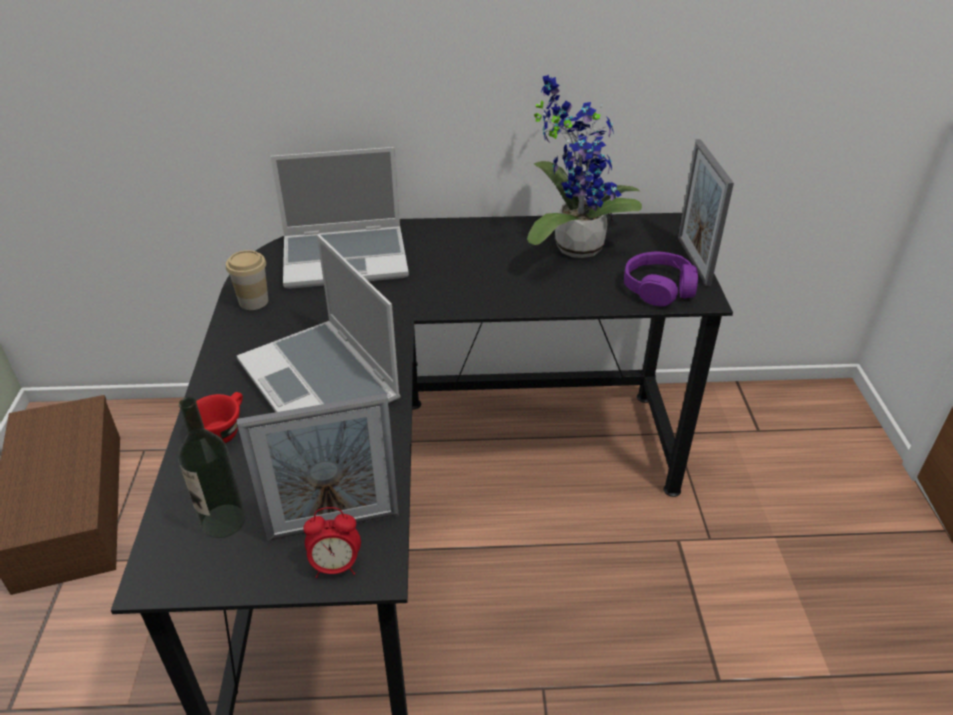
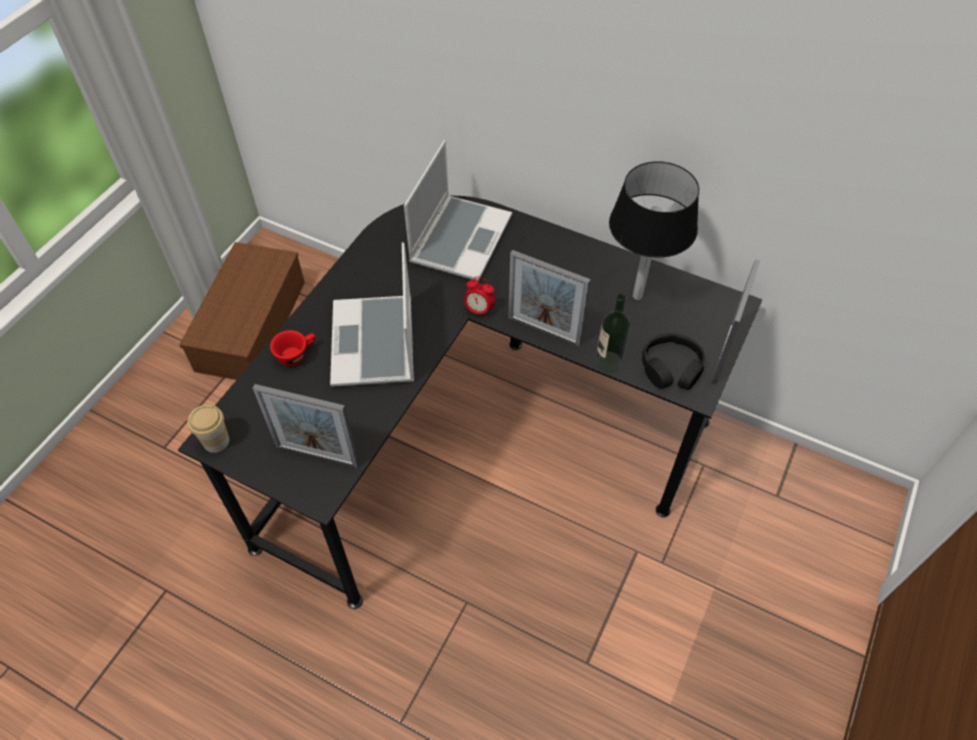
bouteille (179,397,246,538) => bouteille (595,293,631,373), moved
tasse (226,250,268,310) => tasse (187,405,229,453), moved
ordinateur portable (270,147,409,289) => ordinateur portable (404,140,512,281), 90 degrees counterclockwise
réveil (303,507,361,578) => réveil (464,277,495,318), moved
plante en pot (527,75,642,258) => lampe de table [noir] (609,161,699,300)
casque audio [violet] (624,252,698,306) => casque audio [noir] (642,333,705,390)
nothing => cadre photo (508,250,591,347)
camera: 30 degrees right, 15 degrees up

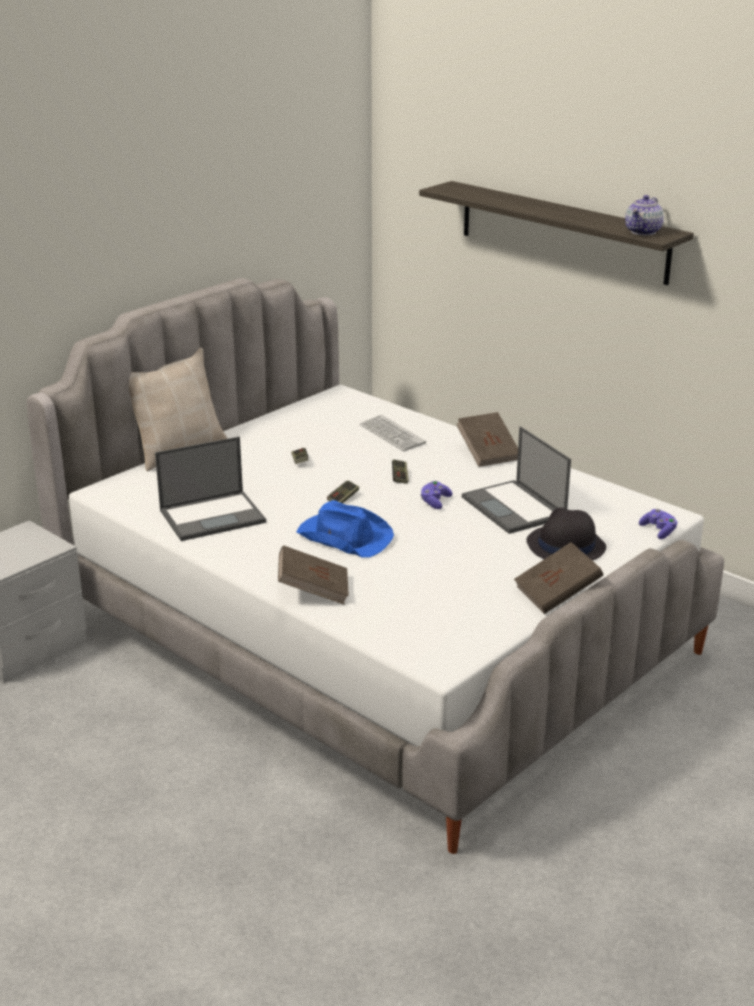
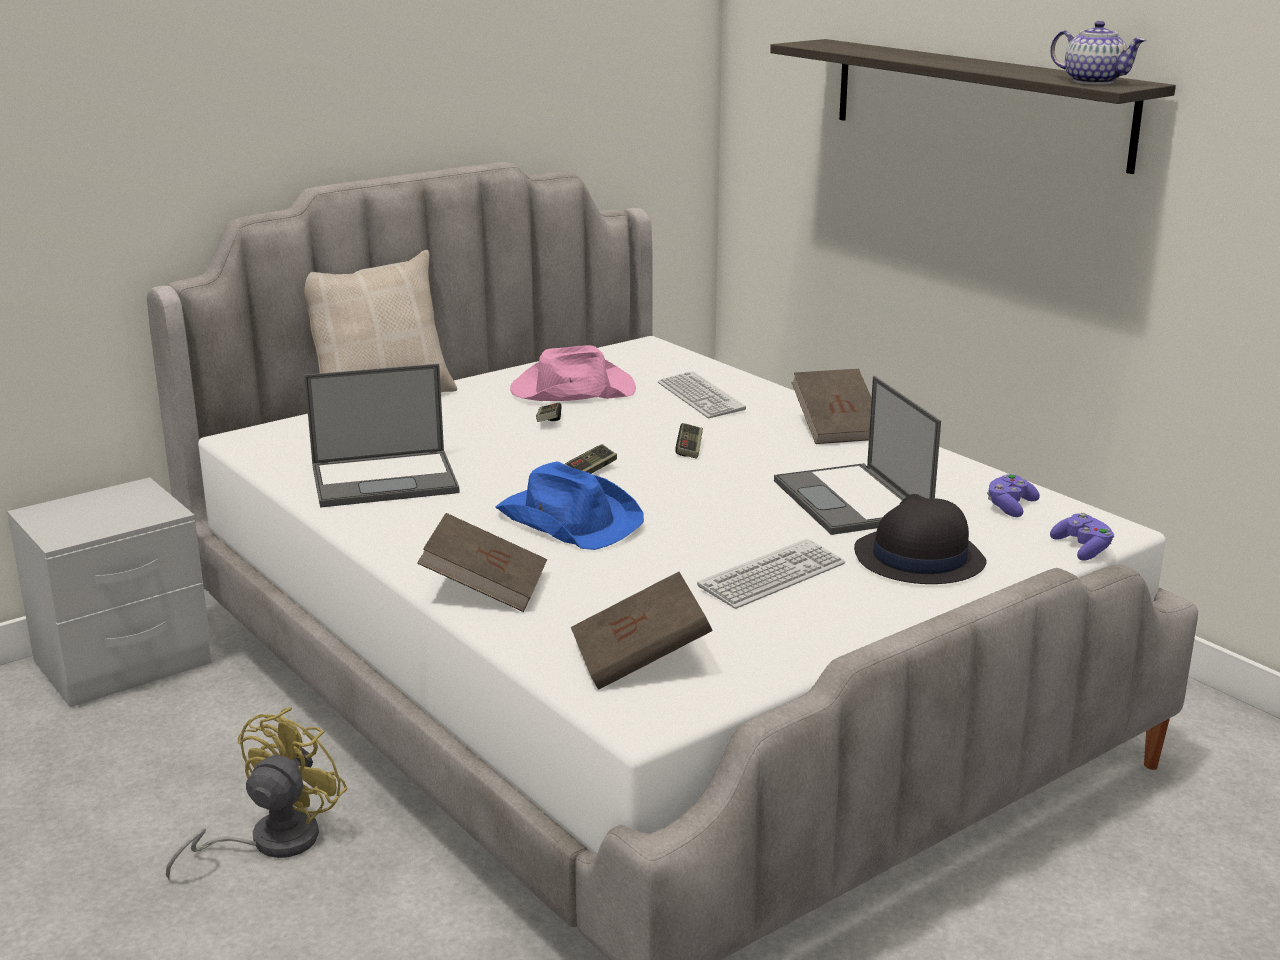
manette [violet] (420,481,452,509) => manette [violet] (987,474,1040,517), moved
livre [marron] (514,542,603,614) => livre [marron] (571,572,713,690), moved
théière (625,195,664,235) => théière (1050,21,1146,85), 90 degrees counterclockwise
nothing => ventilateur [jaune] (166,707,348,879)
nothing => chapeau [rose] (510,345,636,401)
nothing => clavier (697,539,845,609)
camera: 10 degrees right, 5 degrees down

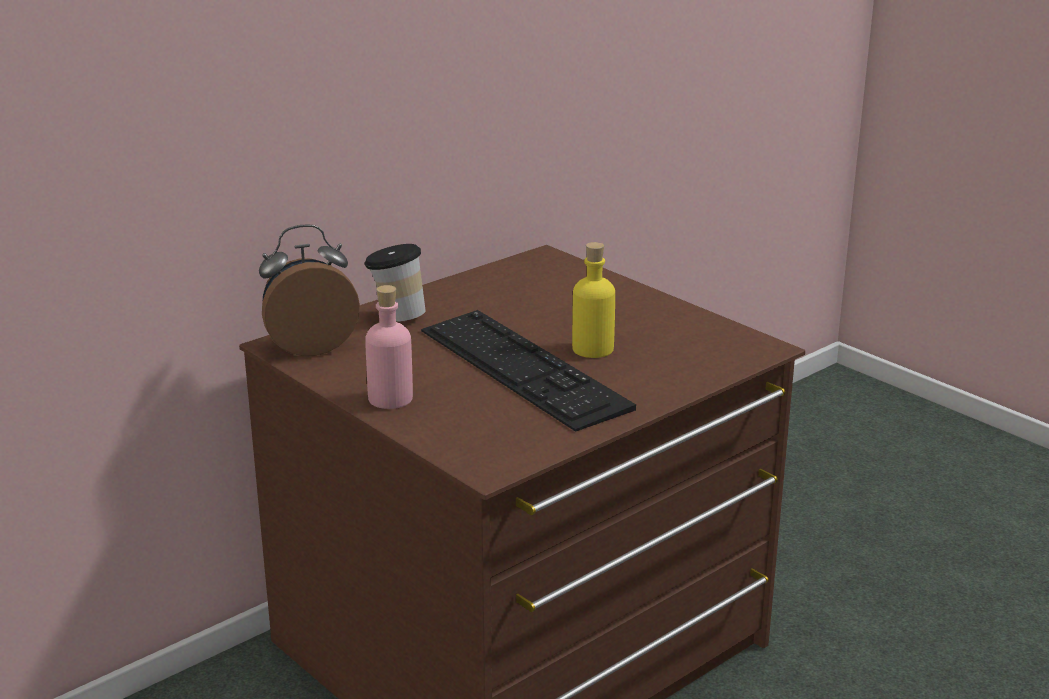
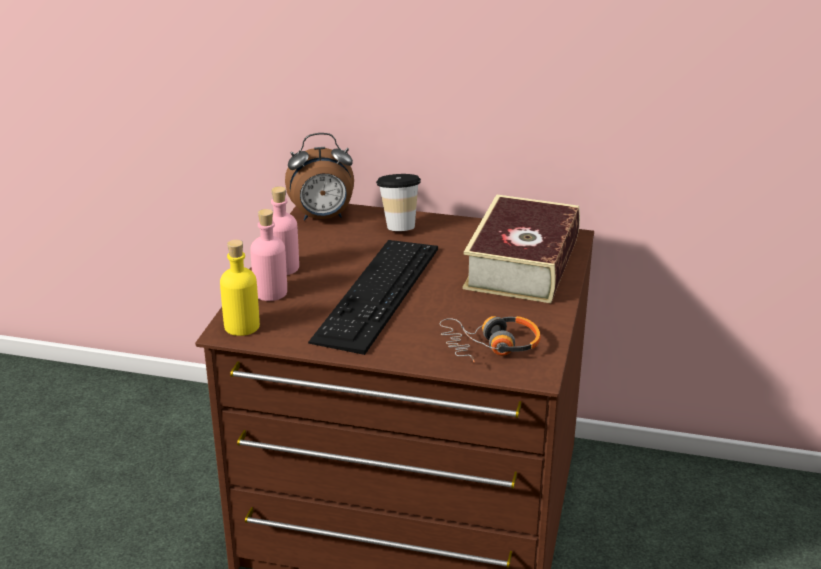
réveil (259,225,360,356) => réveil (285,133,354,221), 135 degrees clockwise
bouteille [jaune] (572,242,615,358) => bouteille [jaune] (220,240,260,336), moved
nothing => bouteille [rose] (250,209,287,301)
nothing => casque audio (440,316,541,363)
nothing => livre (463,194,580,303)
camera: 55 degrees right, 5 degrees up

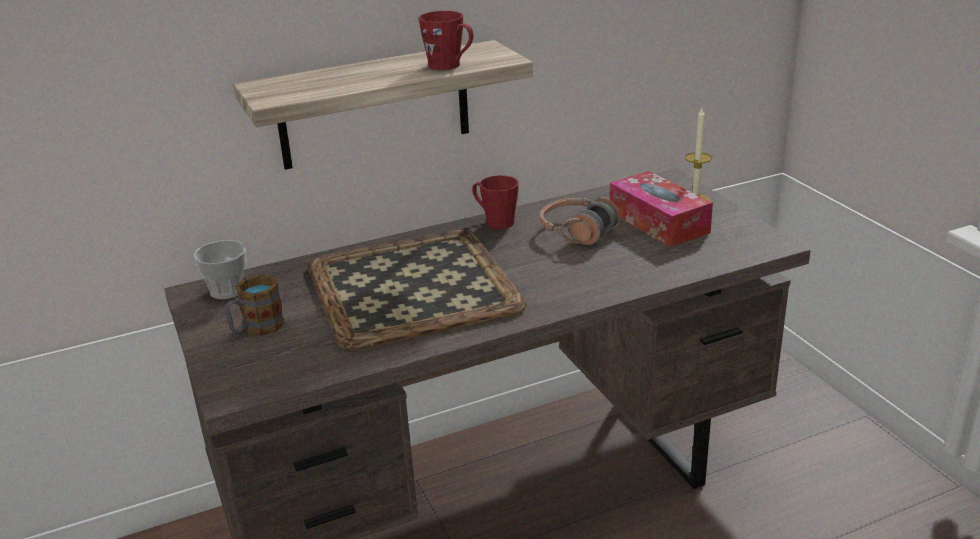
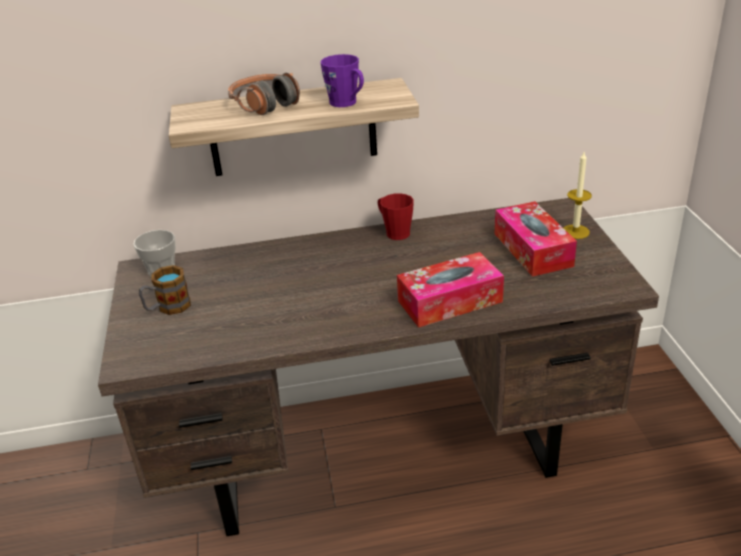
plateau (308,229,527,350) => nothing
mug [rouge] (419,11,473,70) => mug [violet] (321,54,364,107)
casque audio (540,197,620,245) => casque audio (228,73,300,115), moved
nothing => boîte à mouchoirs (397,252,504,328)
camera: 15 degrees right, 5 degrees up

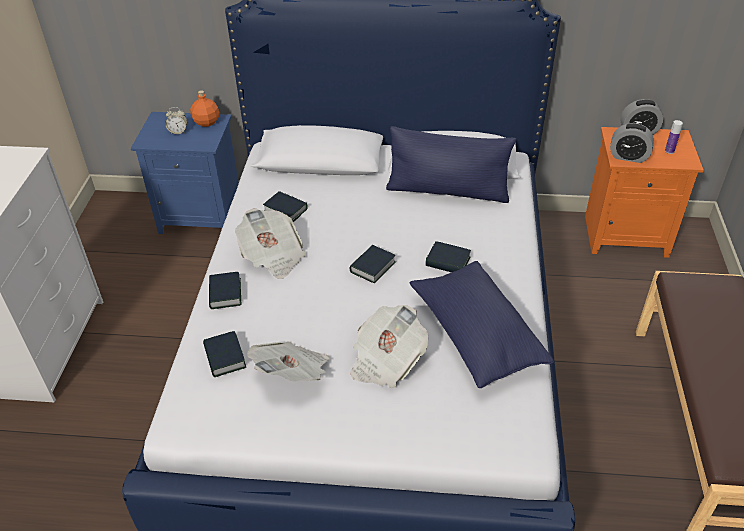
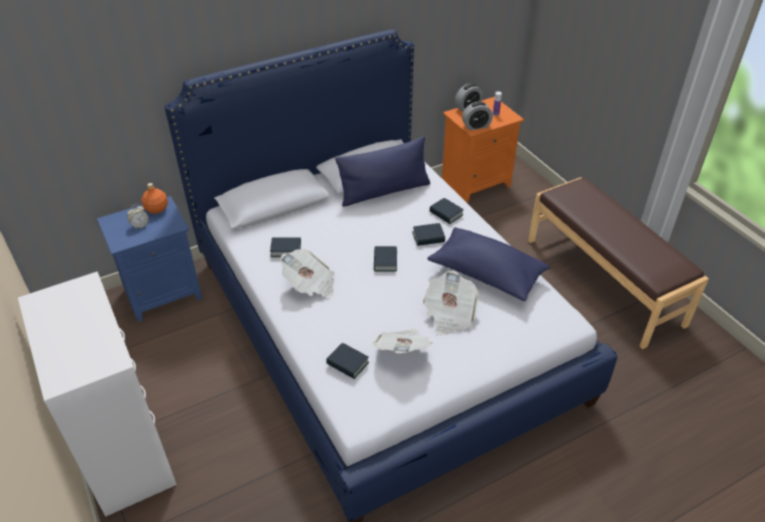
livre (209,272,241,309) => livre (429,198,464,224), moved
camera: 35 degrees left, 0 degrees up

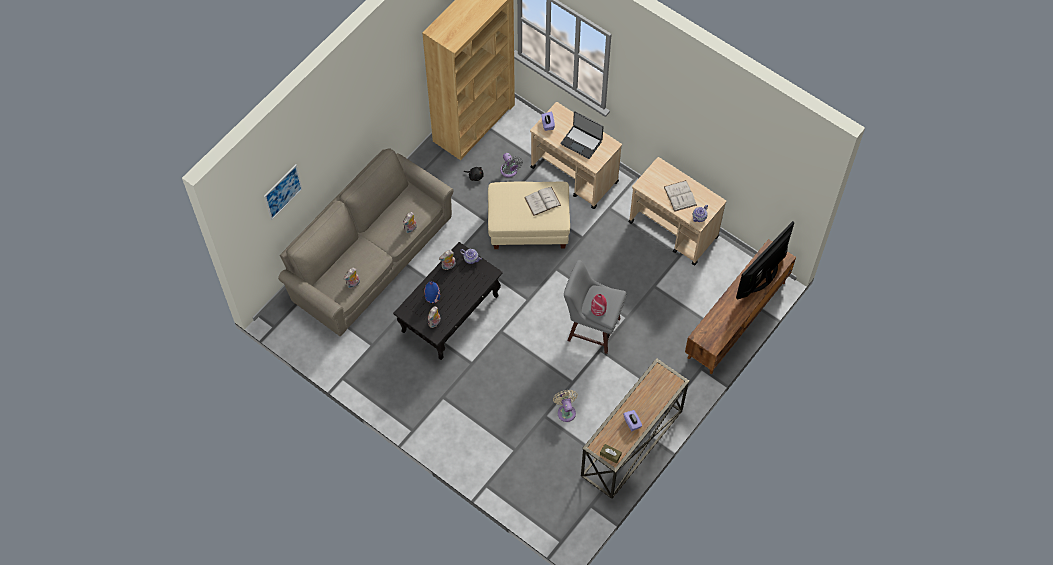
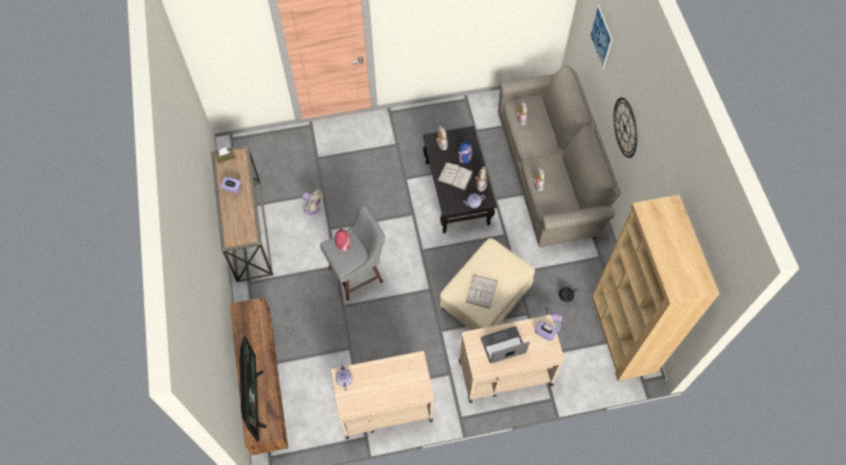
livre [blanc] (664,180,697,212) => livre [blanc] (437,163,473,190), moved
nothing => horloge murale (614,98,637,158)
camera: 130 degrees right, 0 degrees up

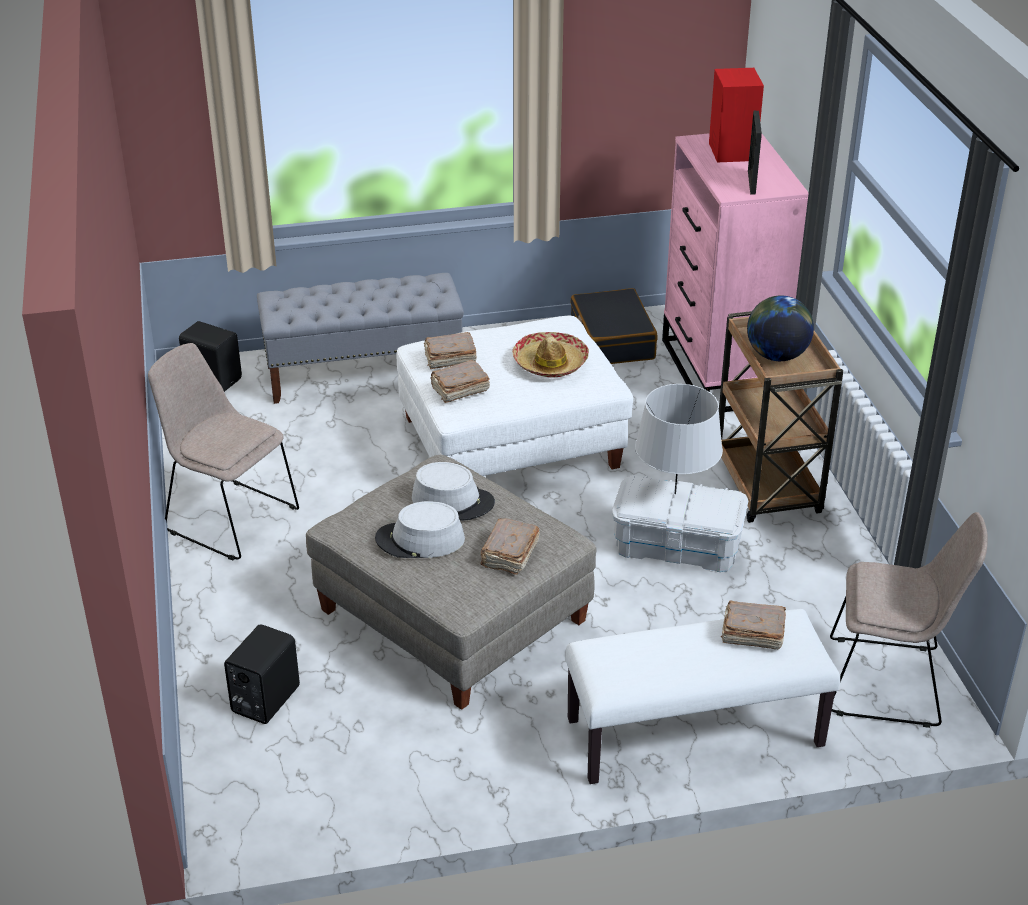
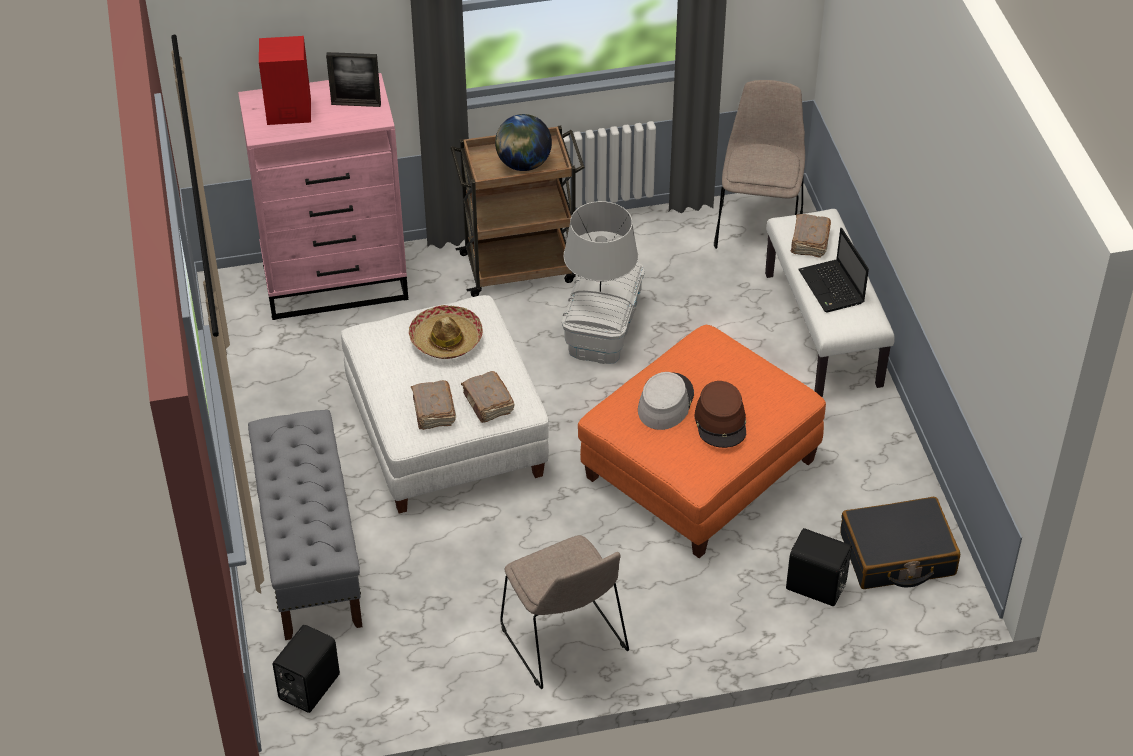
chaise [beige] (148,343,299,560) => chaise [beige] (500,535,629,689), 60 degrees counterclockwise
pouf [gris] (306,454,597,710) => pouf [orange] (578,325,826,558)
chapeau [gris] (375,501,465,558) => chapeau [marron] (694,381,746,448)
livre [marron] (480,518,540,575) => nothing
valise [noir] (570,288,658,364) => valise [noir] (840,497,960,589), moved
nothing => ordinateur portable (798,228,869,312)
camera: 90 degrees left, 10 degrees up

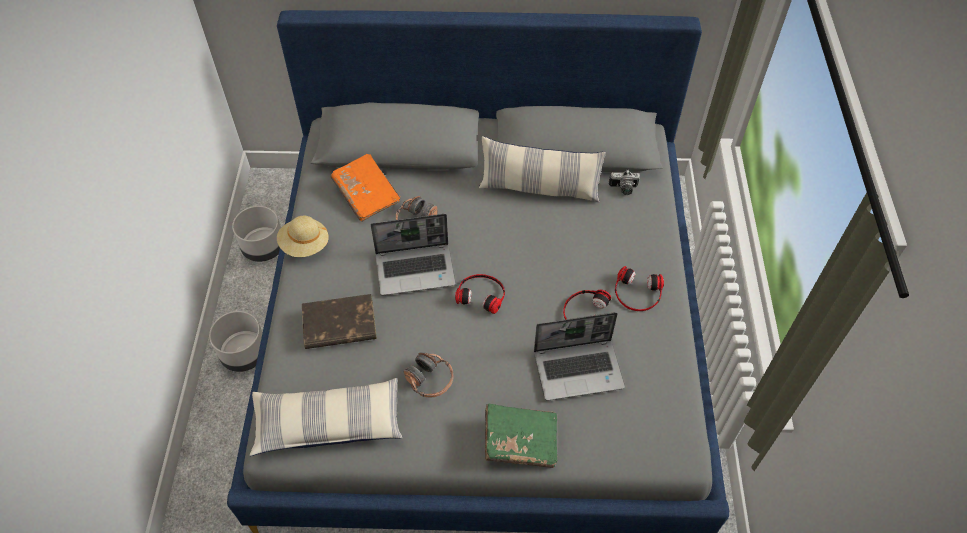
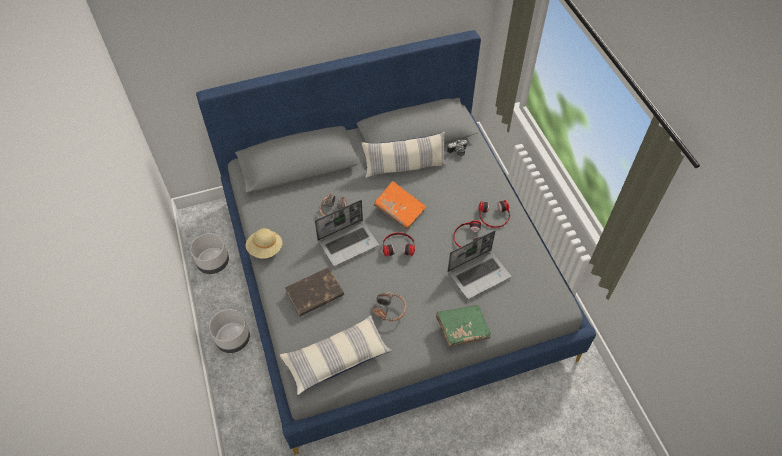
livre [orange] (331,154,401,222) => livre [orange] (374,181,426,229), moved
camera: 20 degrees left, 0 degrees up

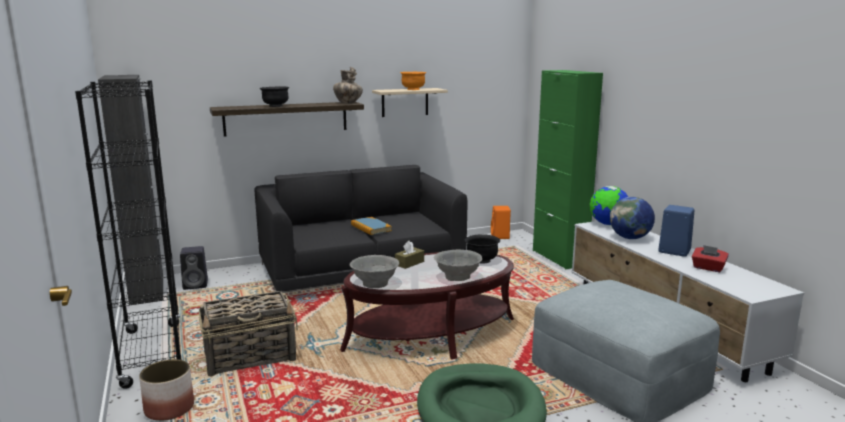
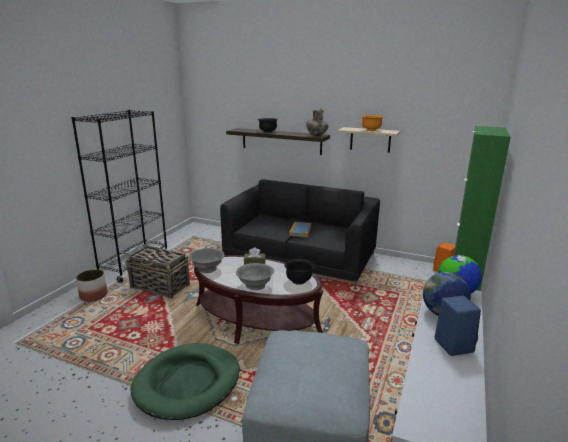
meuble de rangement [noir] (98,75,163,305) => nothing
enceinte [noir] (180,246,208,290) => nothing
boîte à mouchoirs [rouge] (692,245,729,272) => nothing
camera: 45 degrees right, 5 degrees up

